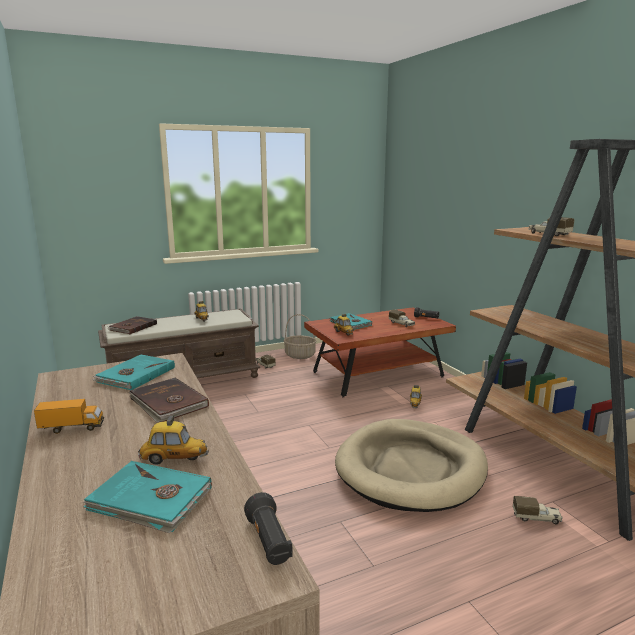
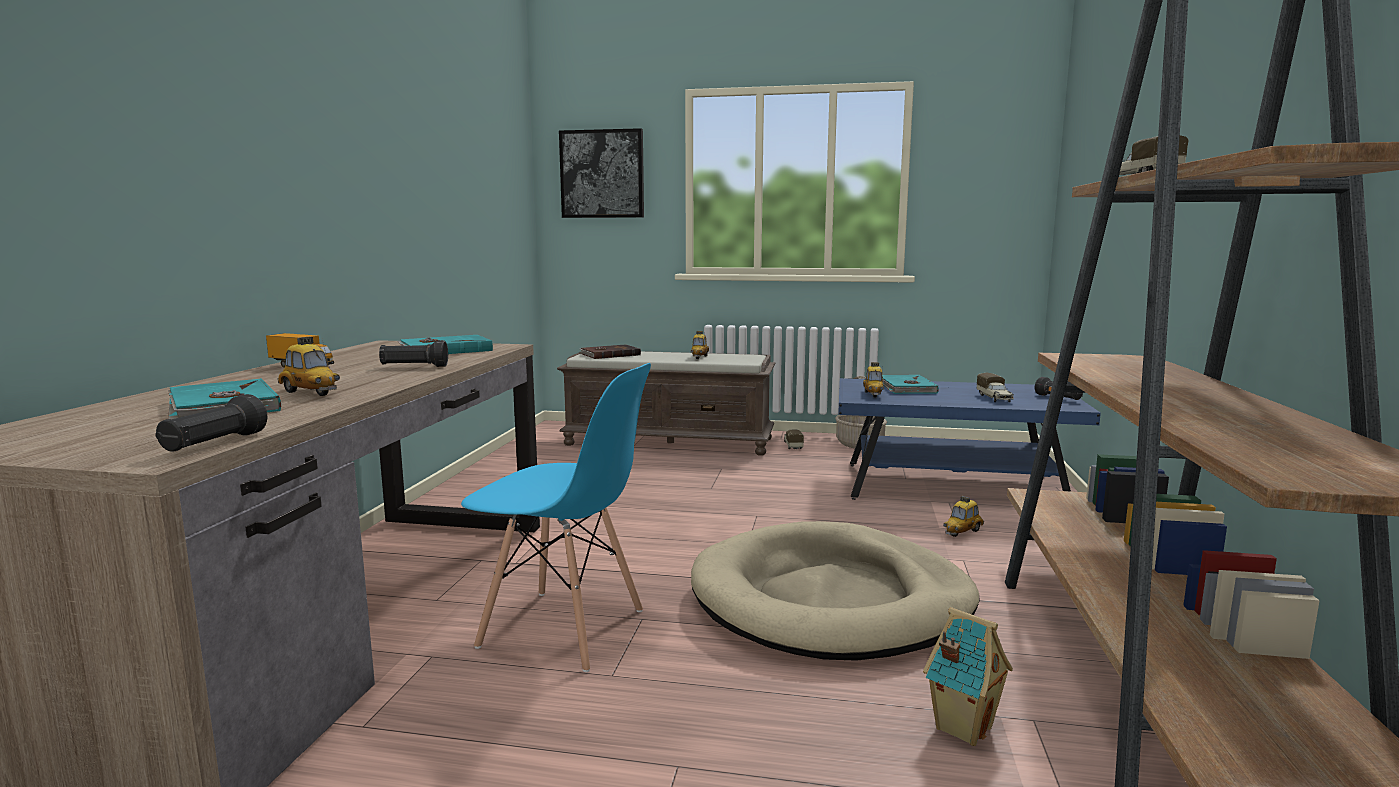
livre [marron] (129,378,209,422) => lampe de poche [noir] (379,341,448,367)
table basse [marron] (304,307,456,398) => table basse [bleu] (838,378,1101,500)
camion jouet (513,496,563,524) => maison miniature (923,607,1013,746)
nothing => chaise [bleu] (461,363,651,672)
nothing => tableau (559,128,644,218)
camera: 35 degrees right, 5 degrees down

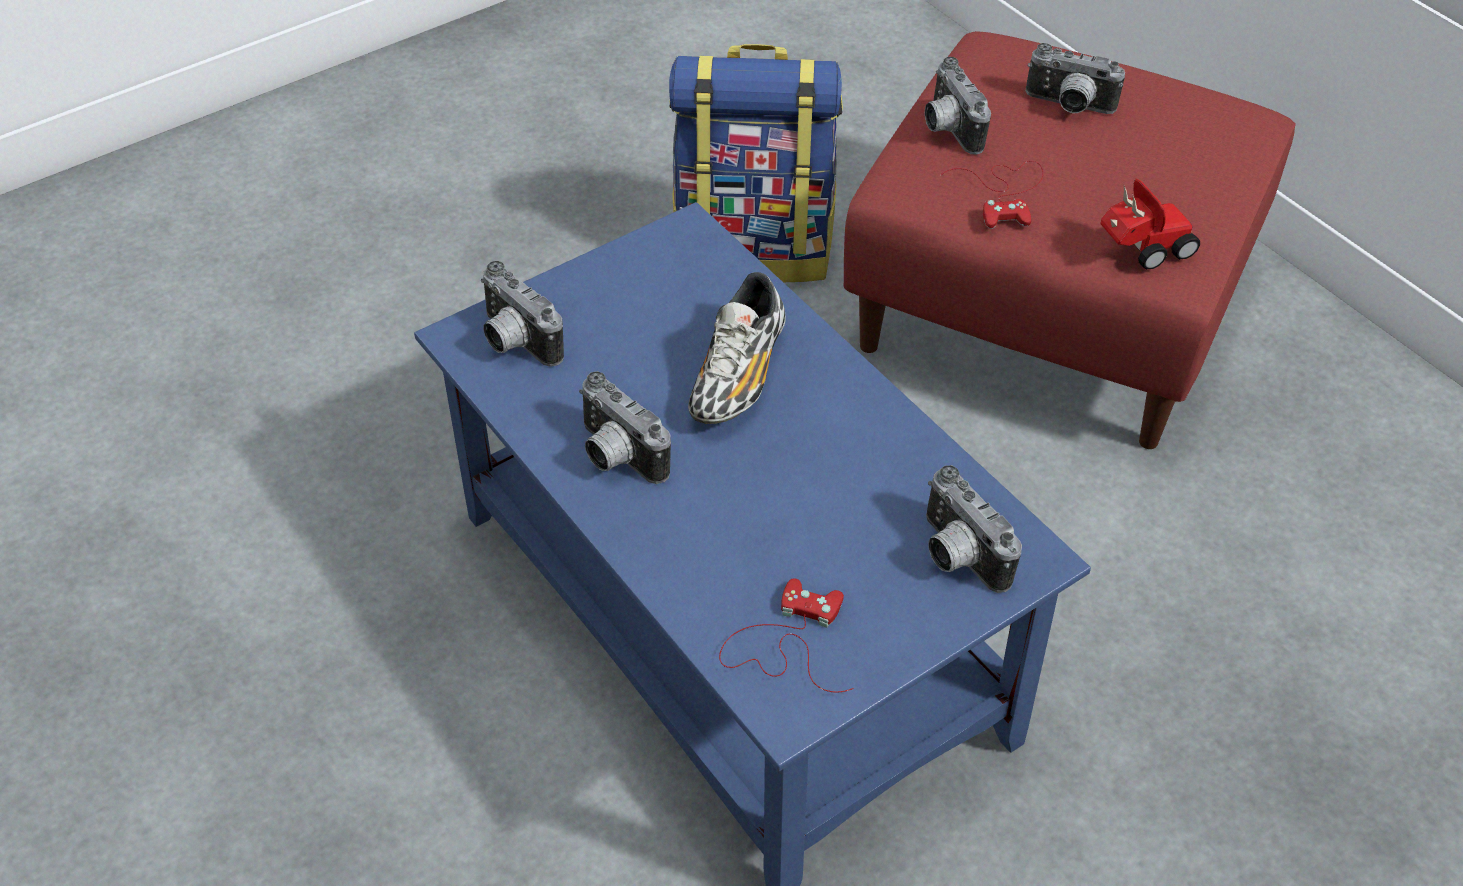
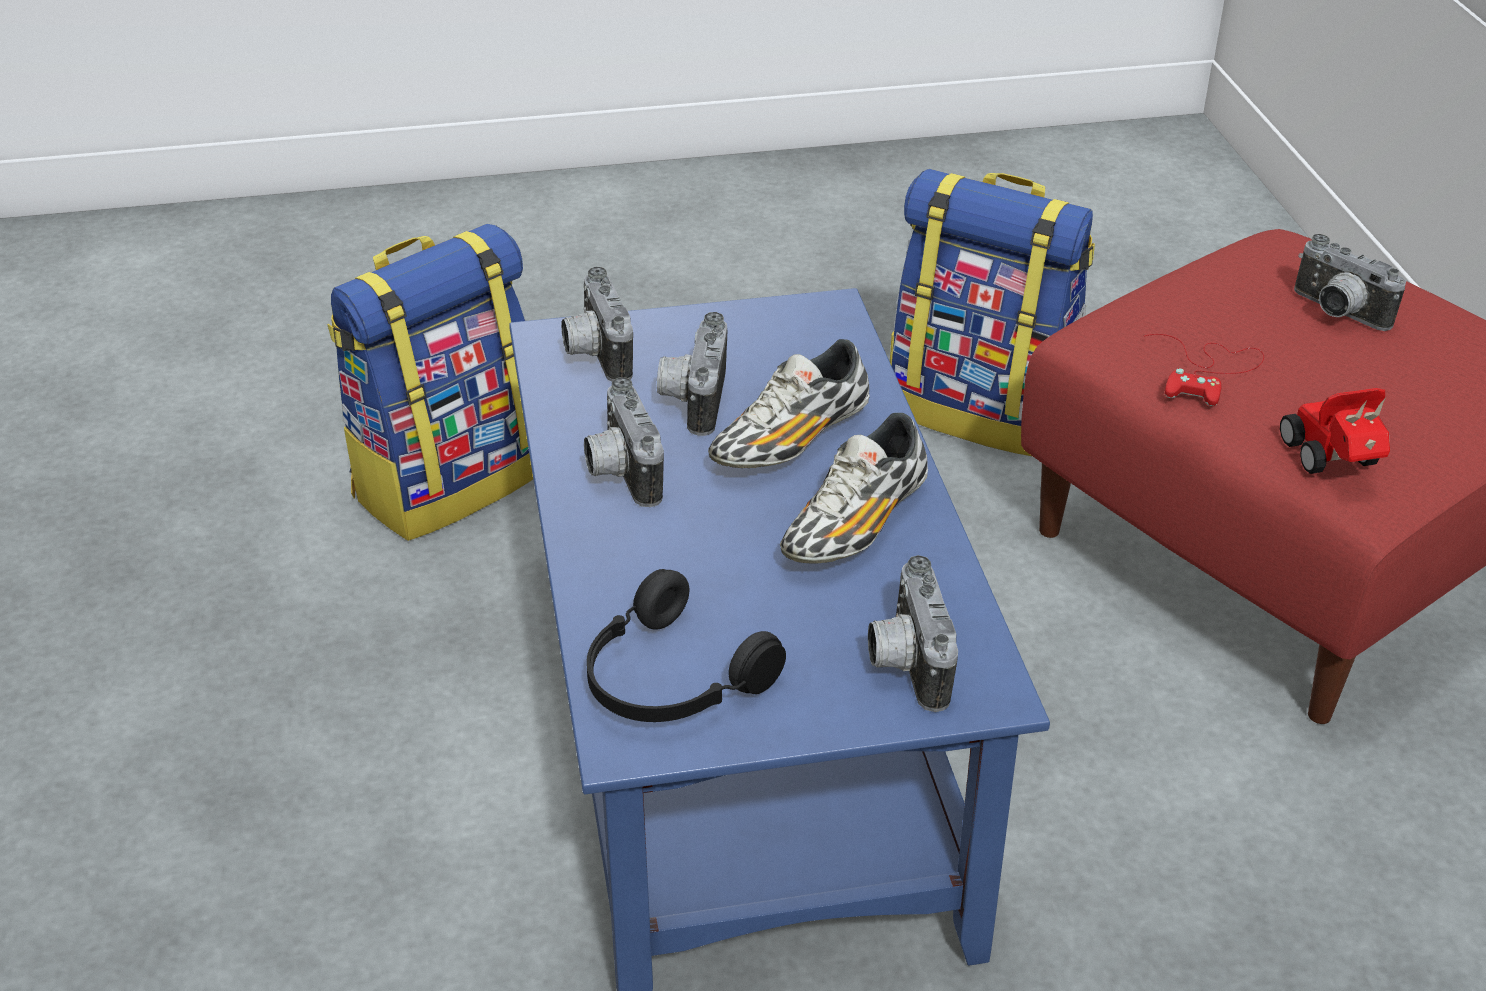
manette [rouge] (719,578,854,693) => casque audio [noir] (587,569,786,722)
appareil photo (925,57,991,155) => appareil photo (657,312,727,436), moved
petite voiture (1101,179,1200,269) => petite voiture (1280,388,1390,474), 105 degrees counterclockwise
nothing => sac à dos (327,224,533,541)
nothing => chaussure (780,413,928,563)
camera: 25 degrees right, 10 degrees down

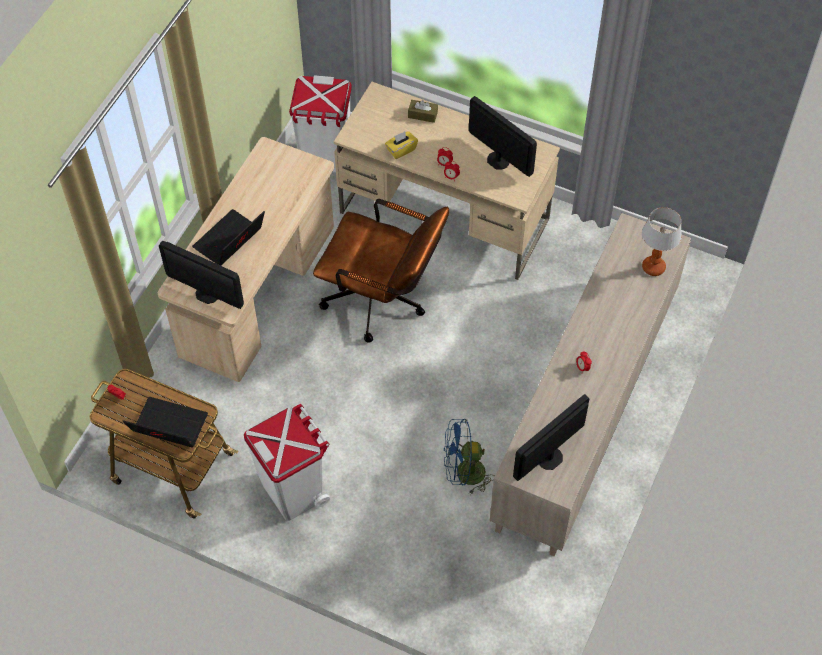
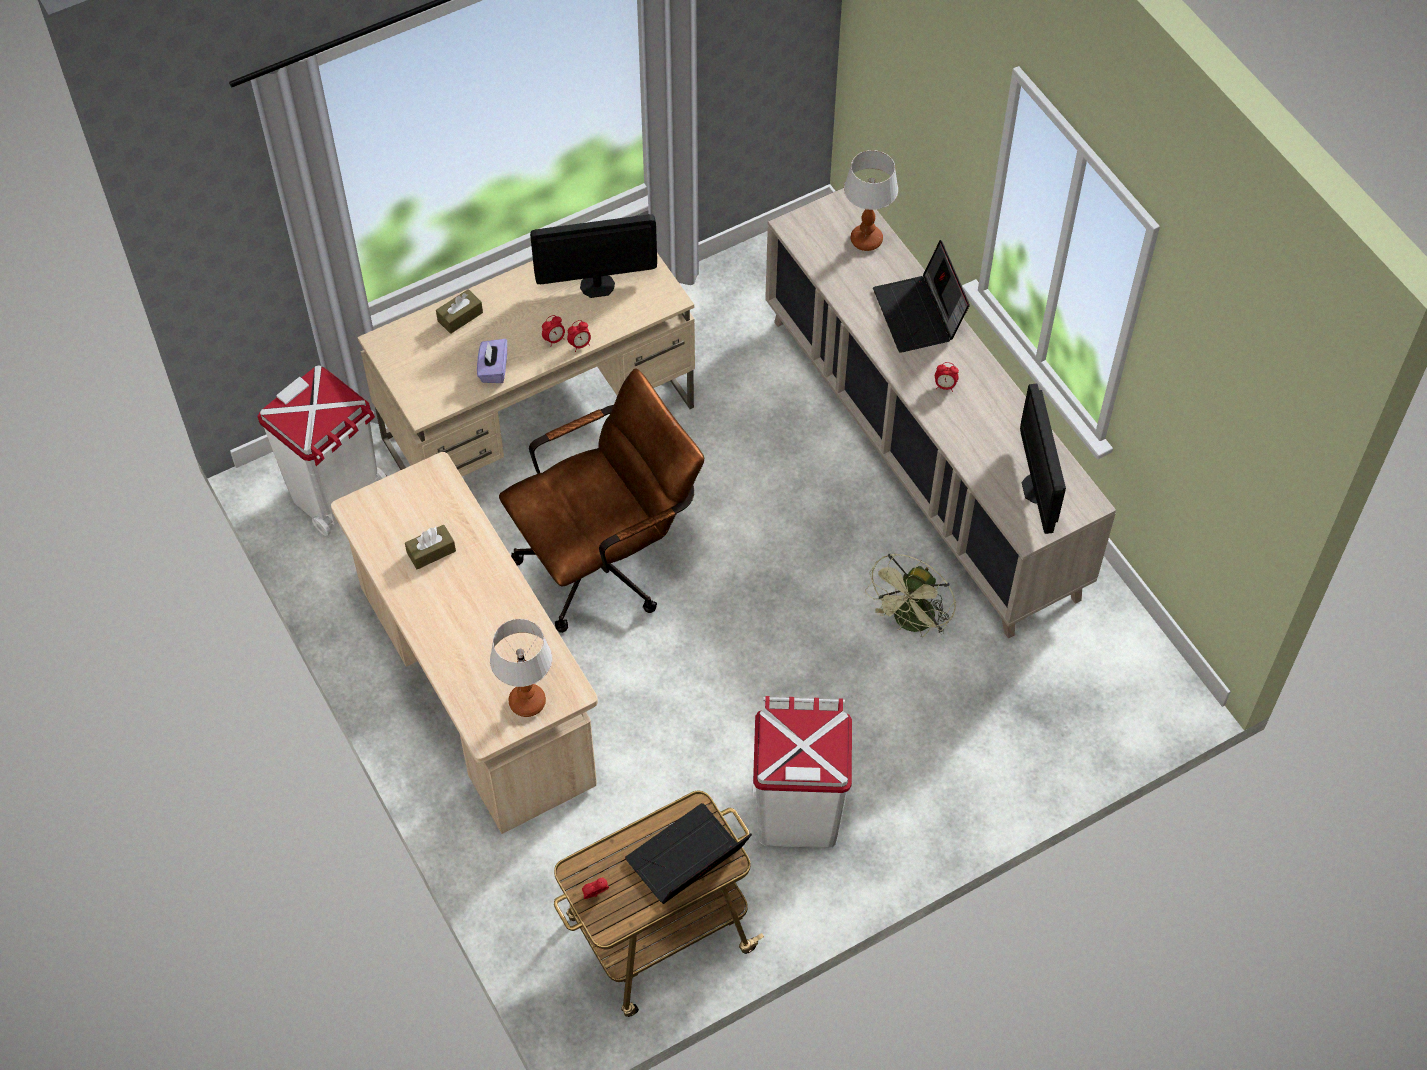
écran d'ordinateur (159,241,244,309) => lampe de table (490,619,552,717)
ordinateur portable (192,209,265,266) => ordinateur portable (873,240,970,353), moved
boîte à mouchoirs [jaune] (385,131,418,159) => boîte à mouchoirs [violet] (477,339,507,383)
ventilateur [bleu] (444,419,495,495) => ventilateur [vert] (865,554,956,637)
nothing => boîte à mouchoirs [marron] (405,525,456,570)
camera: 55 degrees left, 0 degrees up

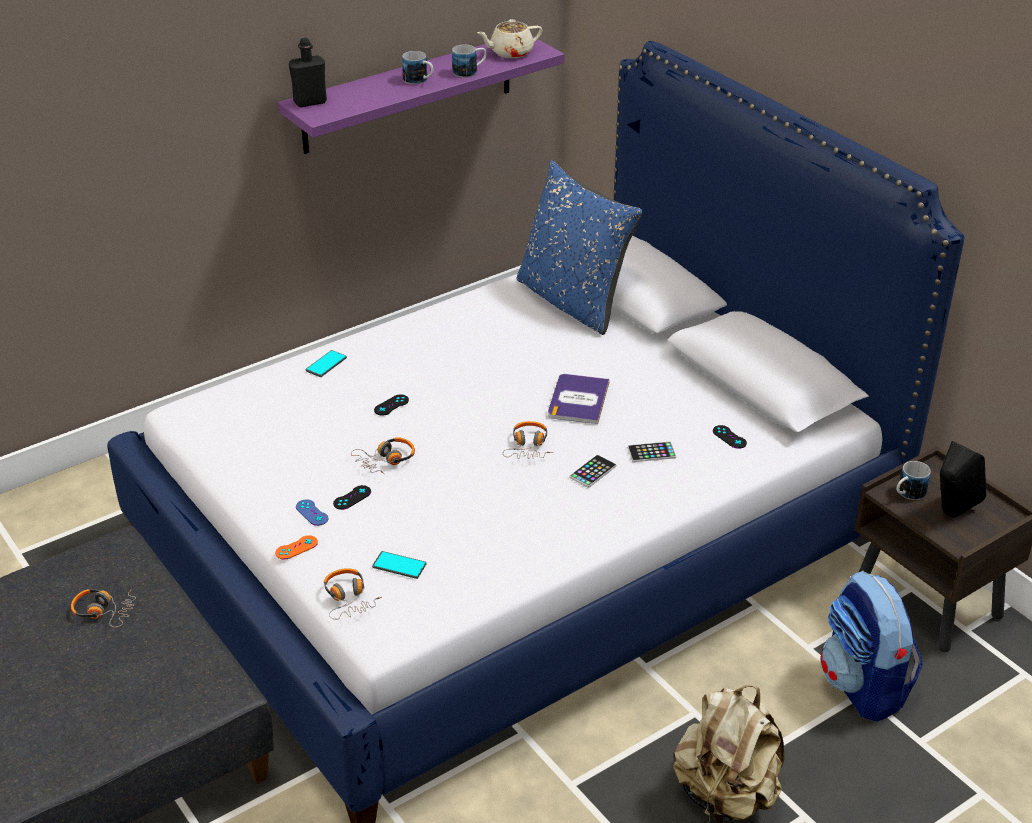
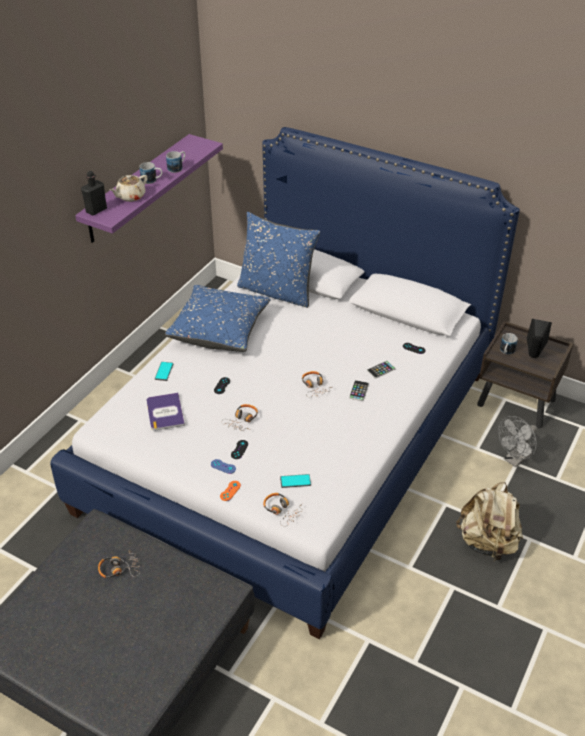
théière [beige] (477,19,542,58) => théière [beige] (109,175,148,202), moved
livre (548,374,610,424) => livre (147,393,185,431), moved
sac à dos (821,570,923,722) => ventilateur [gris] (498,416,537,468)
nothing => coussin [bleu] (165,285,271,352)
camera: 25 degrees left, 5 degrees up

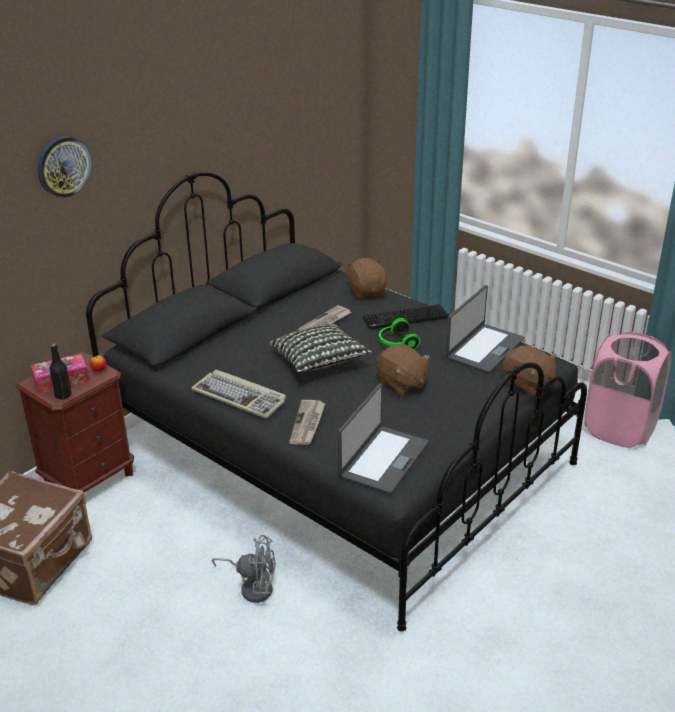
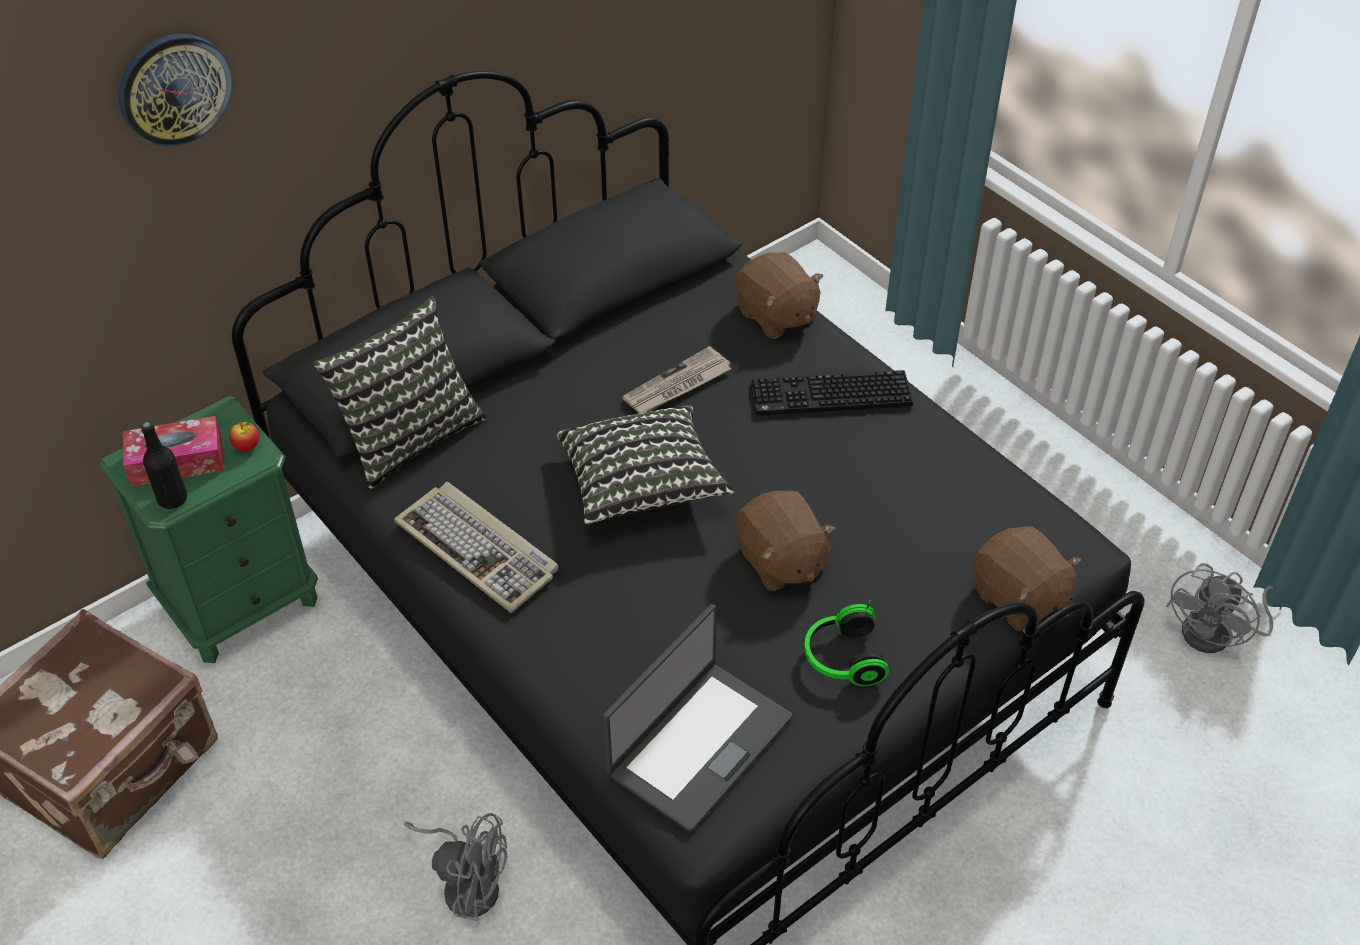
table de chevet [marron] (16,352,134,493) => table de chevet [vert] (99,396,318,663)
journal (289,400,325,445) => nothing
peluche [marron] (345,258,387,299) => peluche [marron] (735,252,823,339), 150 degrees clockwise
casque audio (379,315,420,350) => casque audio (804,600,889,686), moved
ordinateur portable (446,285,524,373) => nothing
panier à linge [rose] (584,332,672,448) => ventilateur [gris] (1166,563,1282,653)
nothing => coussin (313,296,487,489)
camera: 10 degrees right, 15 degrees up

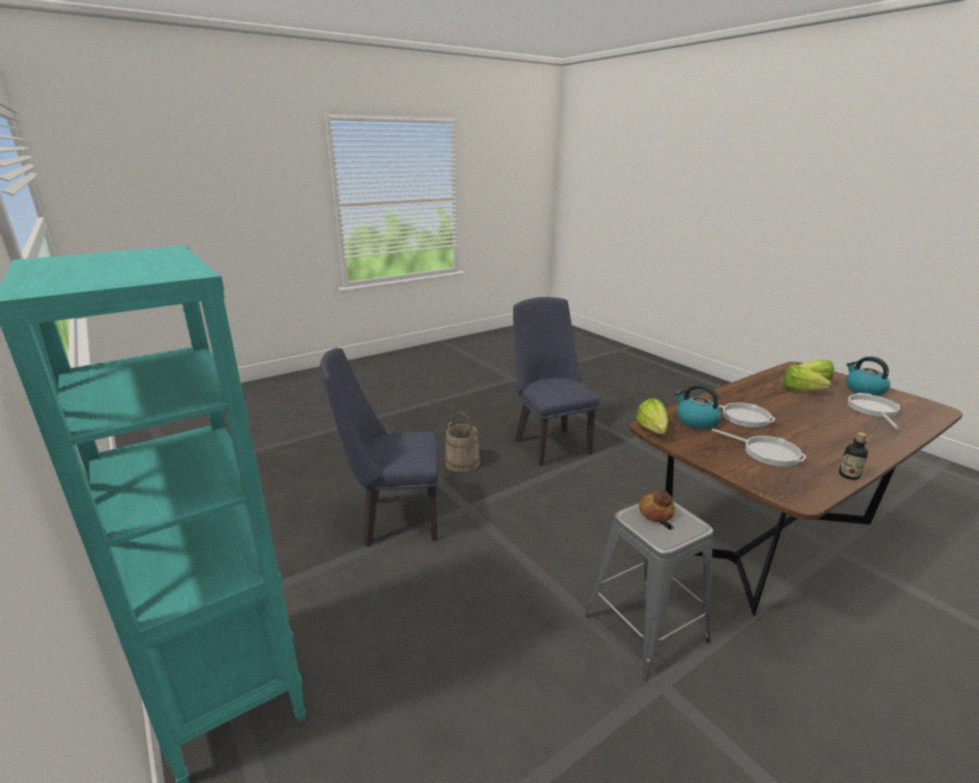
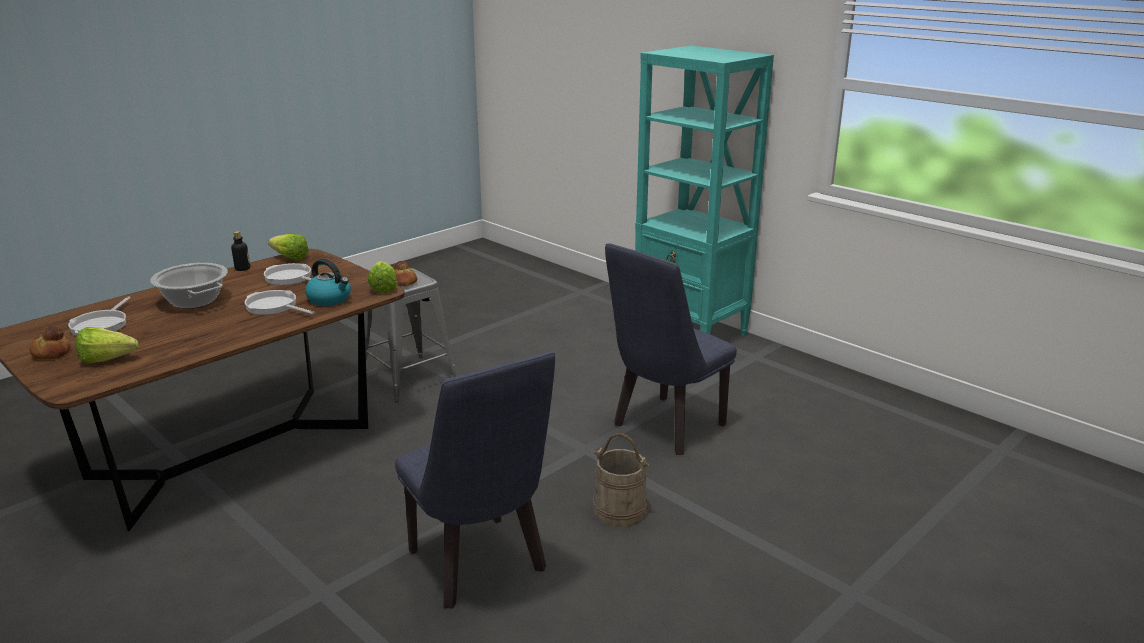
chaise [bleu] (320,348,439,547) => chaise [bleu] (605,243,737,455), 150 degrees clockwise
laitue (783,364,831,391) => laitue (268,234,309,261), moved
bouilloire (846,356,890,396) => pain (29,326,71,360)
nothing => marmite (150,263,228,309)
camera: 170 degrees right, 0 degrees up

